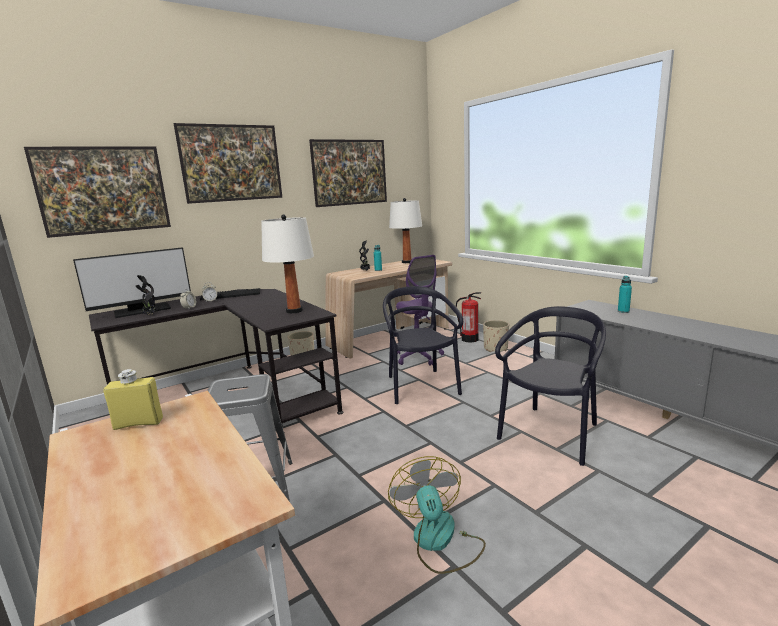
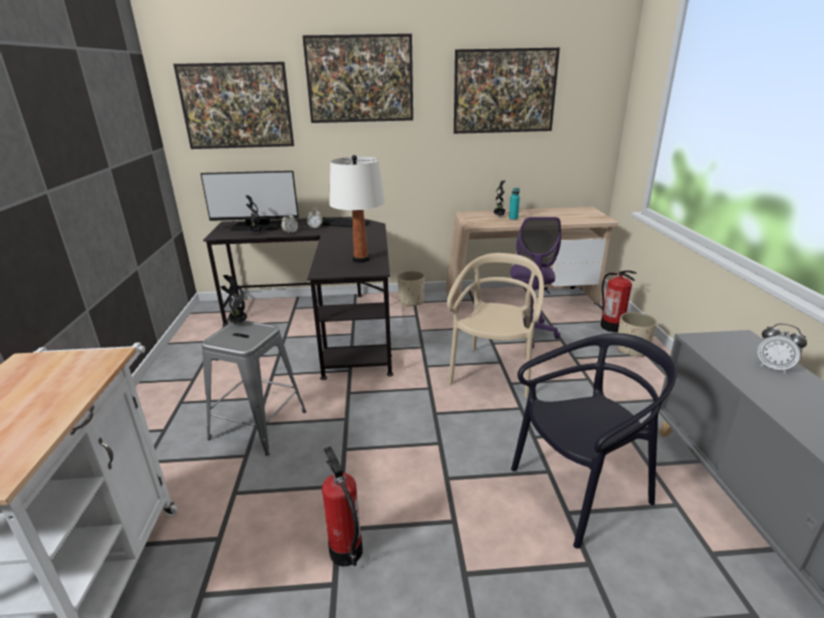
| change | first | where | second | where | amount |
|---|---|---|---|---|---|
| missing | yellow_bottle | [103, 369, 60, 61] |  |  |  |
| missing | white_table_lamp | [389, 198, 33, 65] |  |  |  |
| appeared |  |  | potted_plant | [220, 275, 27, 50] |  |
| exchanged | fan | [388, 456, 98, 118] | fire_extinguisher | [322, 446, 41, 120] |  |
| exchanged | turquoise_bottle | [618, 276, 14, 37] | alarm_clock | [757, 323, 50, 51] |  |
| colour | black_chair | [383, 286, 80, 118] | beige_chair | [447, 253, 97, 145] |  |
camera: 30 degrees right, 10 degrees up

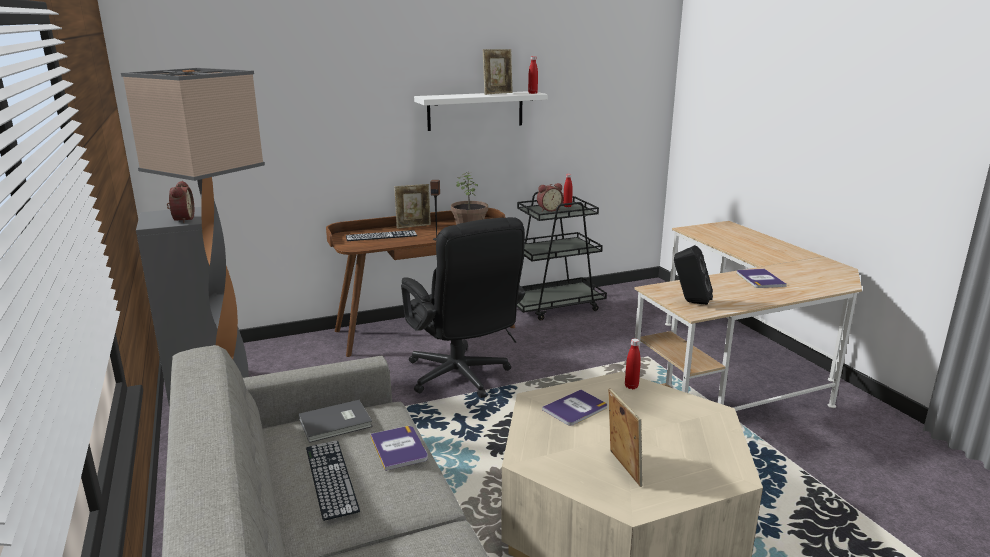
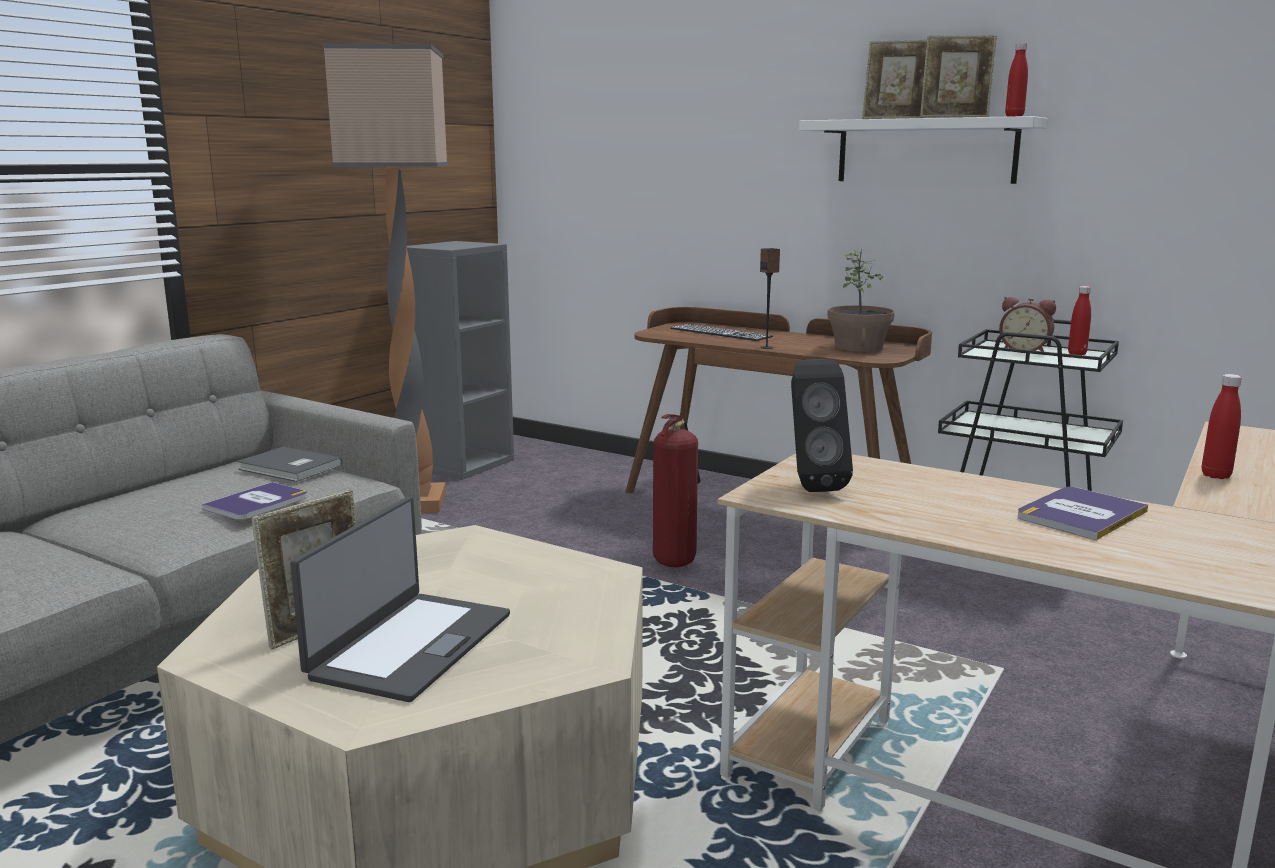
| change | first | where | second | where | amount |
|---|---|---|---|---|---|
| missing | alarm_clock | [167, 181, 27, 42] |  |  |  |
| missing | keyboard | [306, 441, 54, 80] |  |  |  |
| missing | book | [542, 390, 65, 36] |  |  |  |
| appeared |  |  | laptop | [290, 497, 220, 205] |  |
| relocated | picture_frame | [394, 184, 37, 45] |  | [862, 40, 65, 79] |  |
| relocated | red_bottle | [625, 339, 16, 50] |  | [1202, 374, 40, 105] |  |
| exchanged | black_office_chair | [401, 217, 124, 181] | fire_extinguisher | [653, 414, 47, 153] |  |
camera: 55 degrees right, 5 degrees down

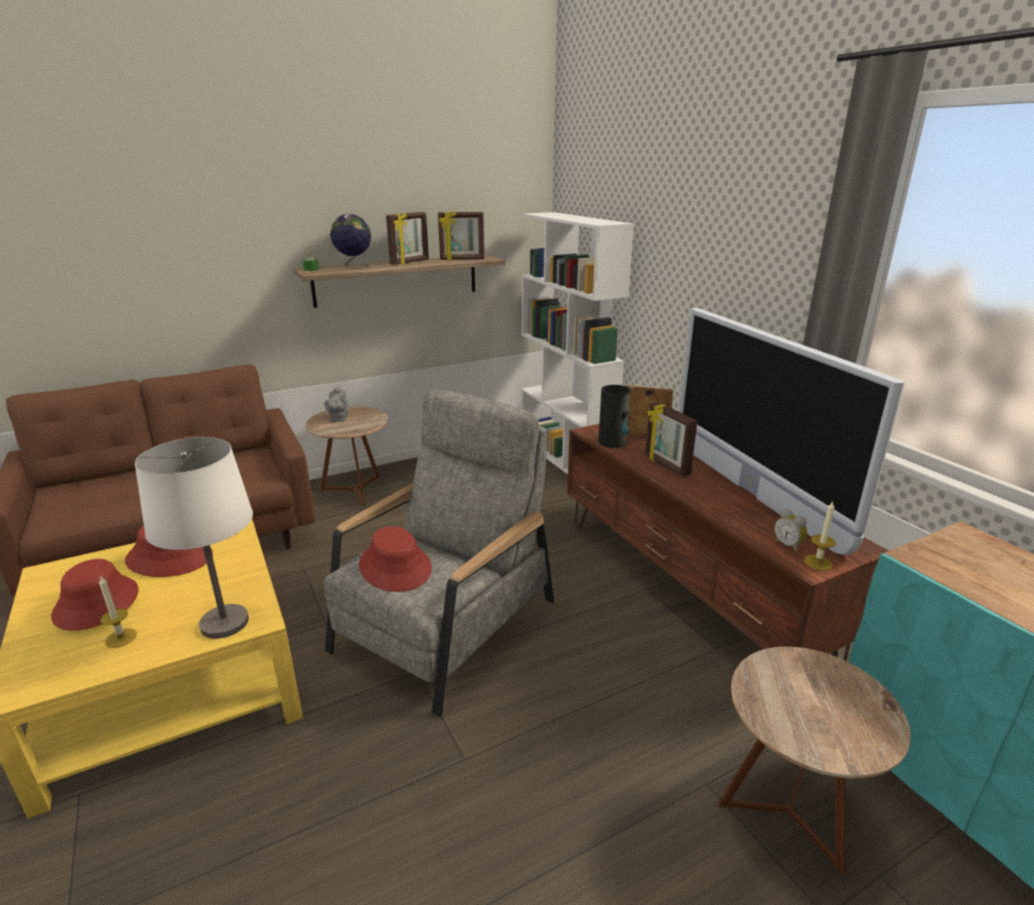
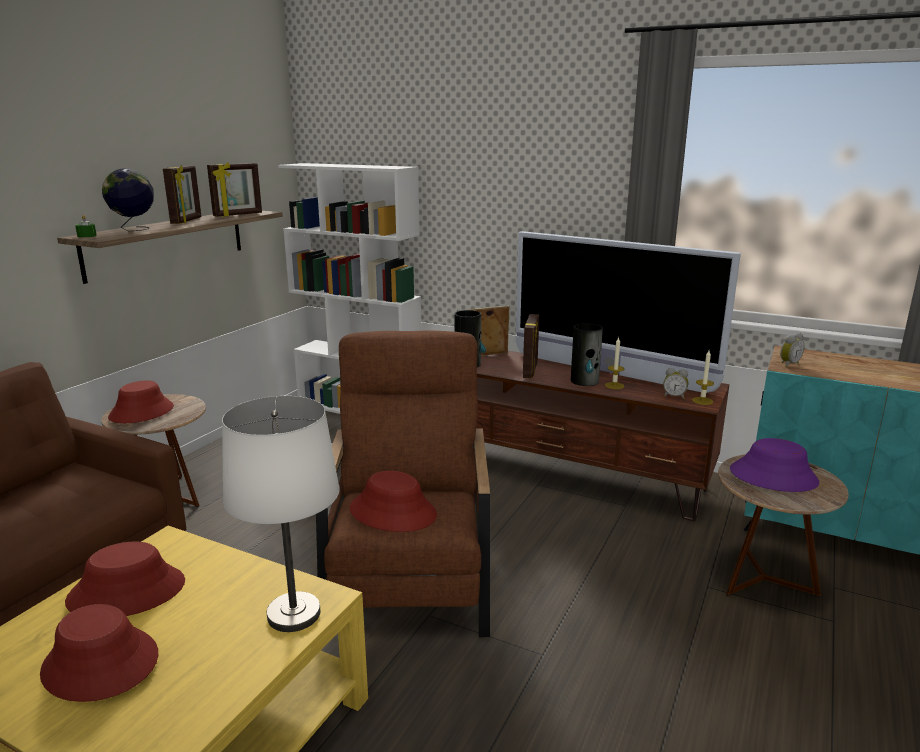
| change | first | where | second | where | amount |
|---|---|---|---|---|---|
| appeared |  |  | vase | [571, 323, 32, 63] |  |
| appeared |  |  | purple_hat | [730, 438, 90, 54] |  |
| appeared |  |  | alarm_clock | [780, 333, 25, 34] |  |
| relocated | candle | [99, 577, 38, 71] |  | [605, 337, 19, 52] |  |
| exchanged | grey_teapot | [324, 386, 25, 36] | red_hat | [108, 380, 66, 43] |  |
| colour | grey_armchair | [323, 390, 231, 327] | brown_armchair | [316, 330, 174, 307] |  |
| spun | picture_frame | [645, 402, 52, 75] |  | [523, 314, 16, 64] | 105 degrees counterclockwise |
camera: 35 degrees left, 5 degrees down

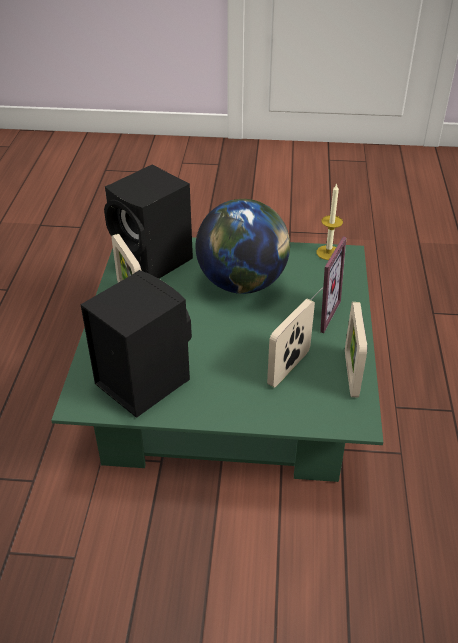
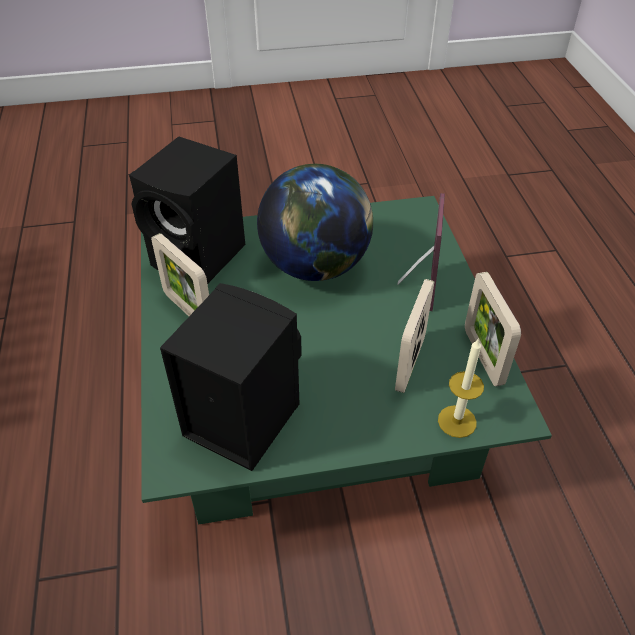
| change | first | where | second | where | amount |
|---|---|---|---|---|---|
| relocated | candle | [316, 183, 27, 77] |  | [438, 338, 46, 100] |  |
camera: 15 degrees left, 5 degrees up

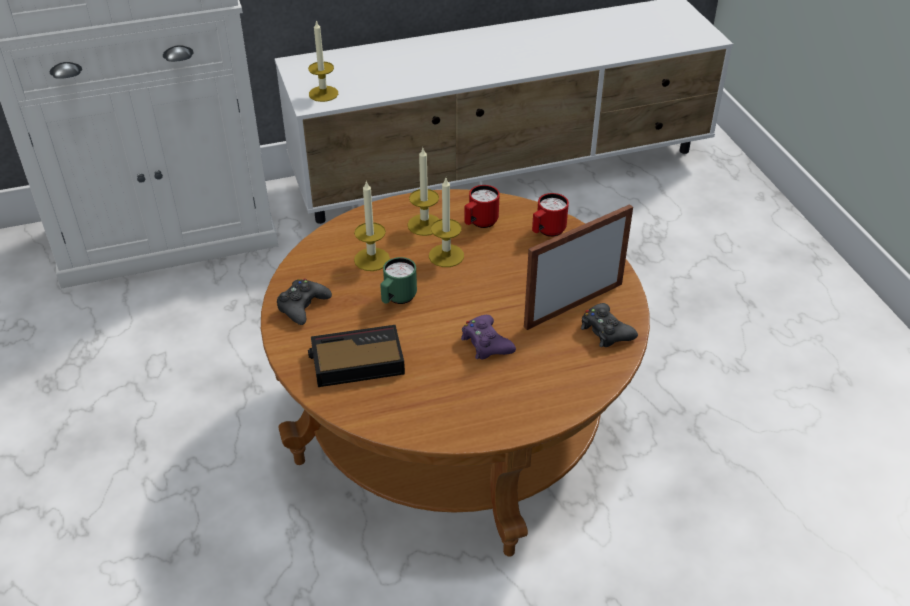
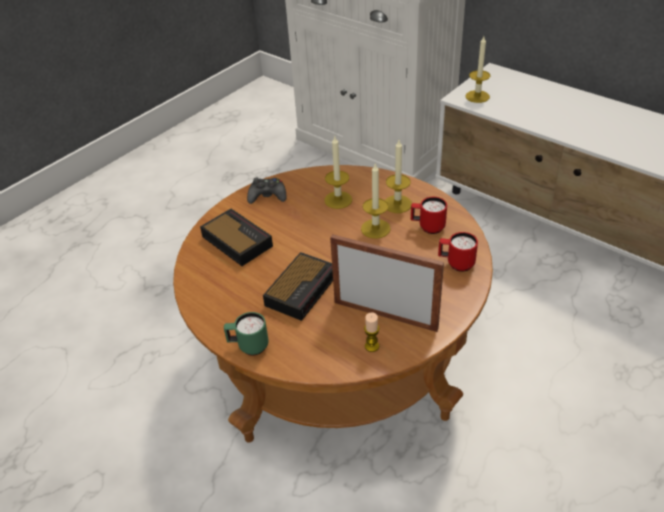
| change | first | where | second | where | amount |
|---|---|---|---|---|---|
| relocated | green_mug | [380, 257, 37, 47] |  | [224, 312, 45, 44] |  |
| exchanged | purple_game_controller | [461, 315, 55, 45] | alarm_clock | [263, 252, 70, 69] |  |
| exchanged | black_game_controller | [581, 303, 57, 44] | candle | [364, 312, 15, 40] |  |
camera: 60 degrees right, 0 degrees up

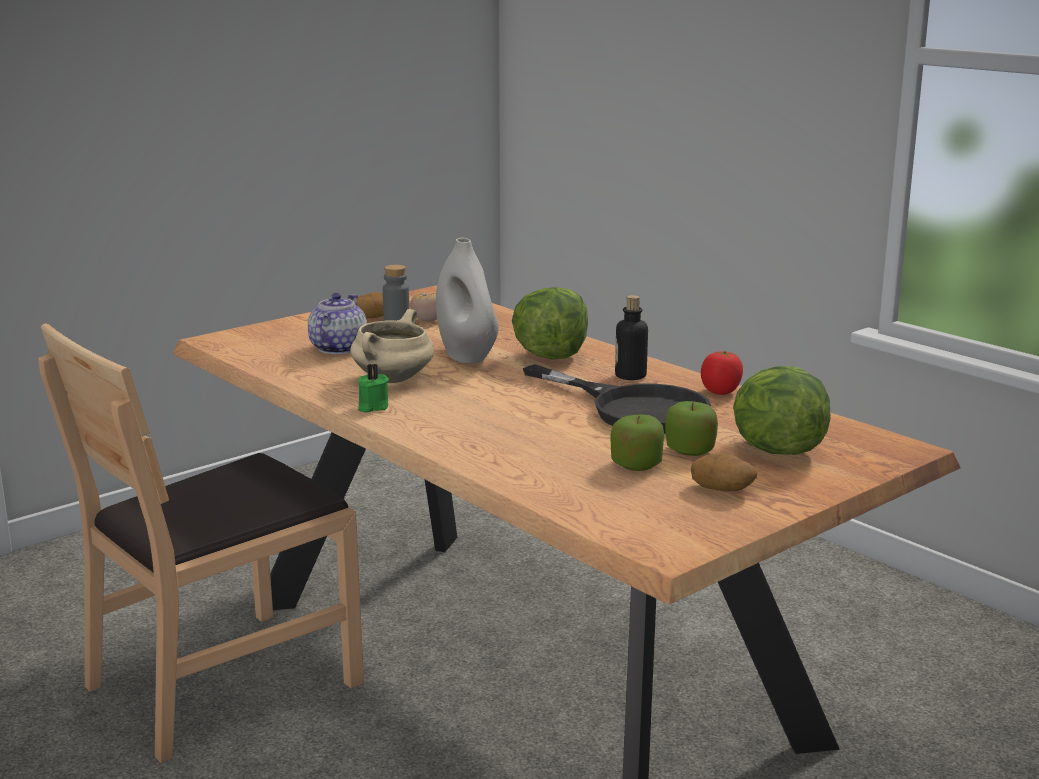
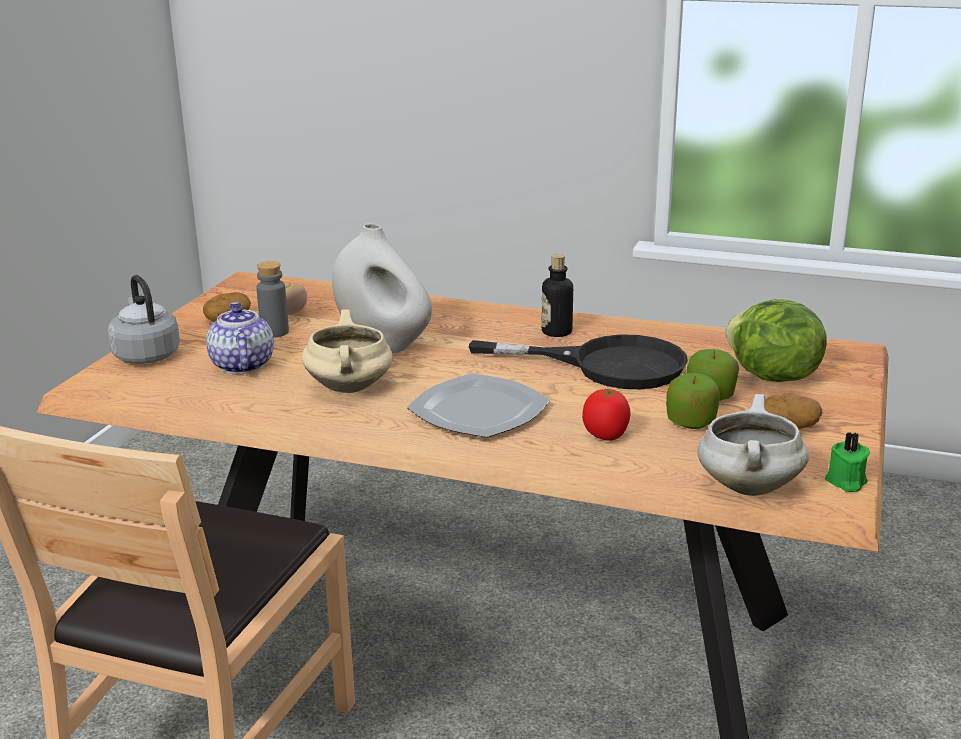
| change | first | where | second | where | amount |
|---|---|---|---|---|---|
| missing | lettuce | [512, 287, 76, 73] |  |  |  |
| appeared |  |  | grey_kettle | [108, 275, 72, 89] |  |
| appeared |  |  | plate | [407, 373, 143, 65] |  |
| appeared |  |  | white_cooking_pot | [697, 394, 112, 102] |  |
| relocated | green_candle | [358, 364, 31, 49] |  | [825, 432, 45, 60] |  |
| relocated | tomato | [701, 351, 42, 44] |  | [582, 389, 49, 52] |  |
camera: 30 degrees left, 5 degrees up

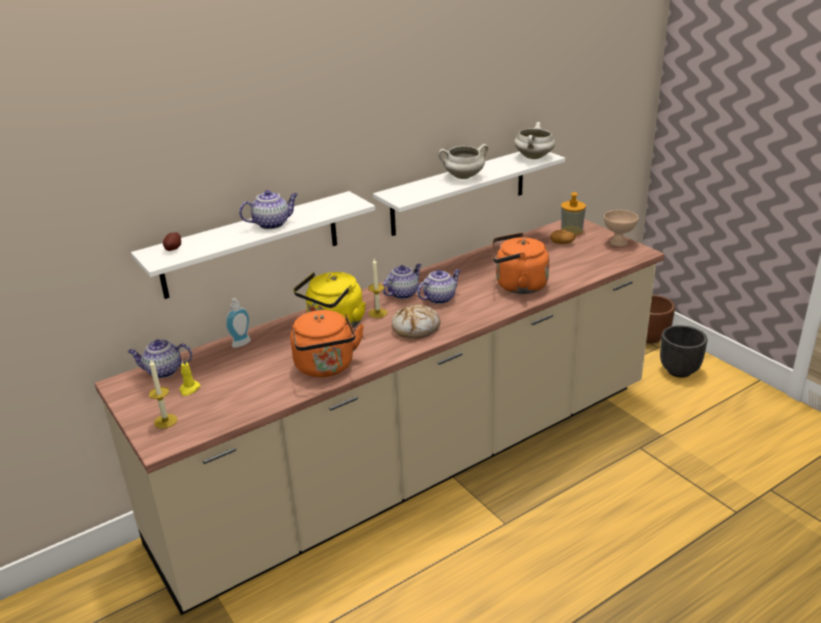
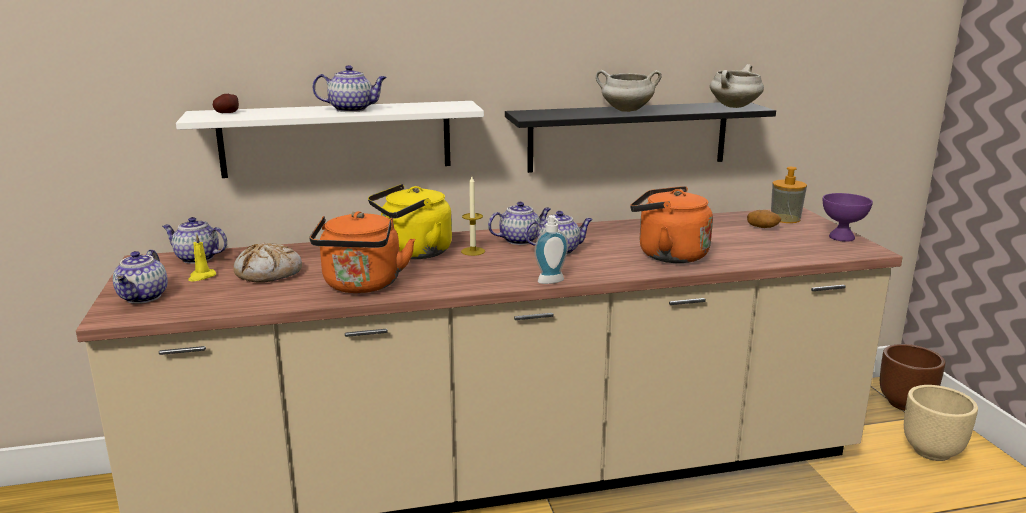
| change | first | where | second | where | amount |
|---|---|---|---|---|---|
| relocated | soap_dispenser | [225, 298, 26, 50] |  | [534, 215, 34, 69] |  |
| relocated | bread | [392, 304, 49, 34] |  | [233, 242, 69, 40] |  |
| exchanged | candle | [149, 360, 28, 69] | teapot | [113, 250, 55, 54] |  |
| colour | white_shelf | [373, 152, 192, 84] | black_shelf | [505, 102, 271, 71] |  |
| colour | beige_bowl | [604, 210, 35, 37] | purple_bowl | [823, 193, 50, 49] |  |
| colour | black_planter | [660, 325, 47, 53] | beige_planter | [904, 385, 74, 76] |  |
camera: 20 degrees right, 10 degrees down

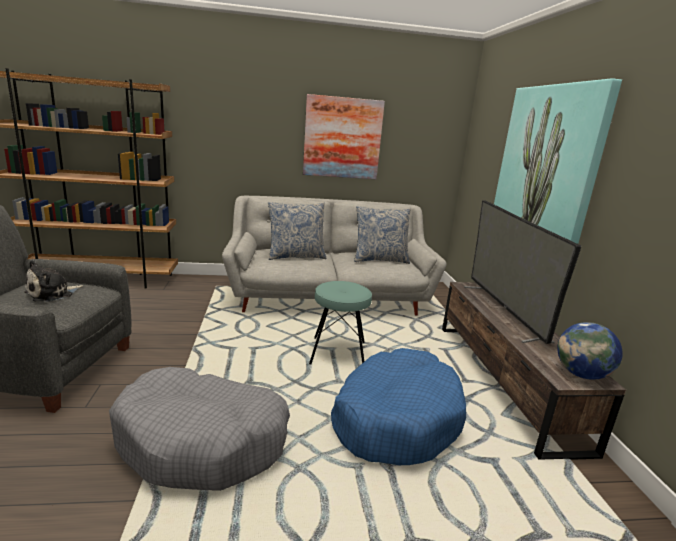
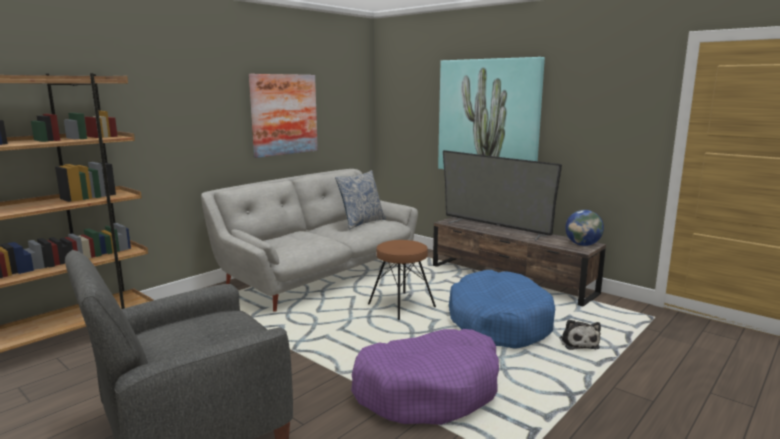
| change | first | where | second | where | amount |
|---|---|---|---|---|---|
| missing | pillow | [268, 202, 59, 58] |  |  |  |
| relocated | plush_toy | [24, 260, 59, 42] |  | [559, 320, 42, 30] |  |
| colour | grey_dog_bed | [109, 367, 181, 124] | purple_dog_bed | [351, 329, 148, 96] |  |
| colour | turquoise_stool | [309, 281, 63, 83] | brown_stool | [368, 240, 68, 80] |  |
camera: 40 degrees left, 5 degrees down

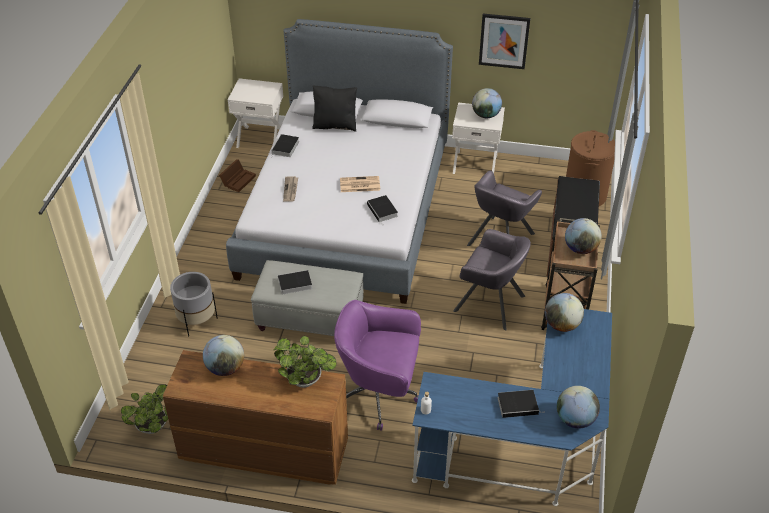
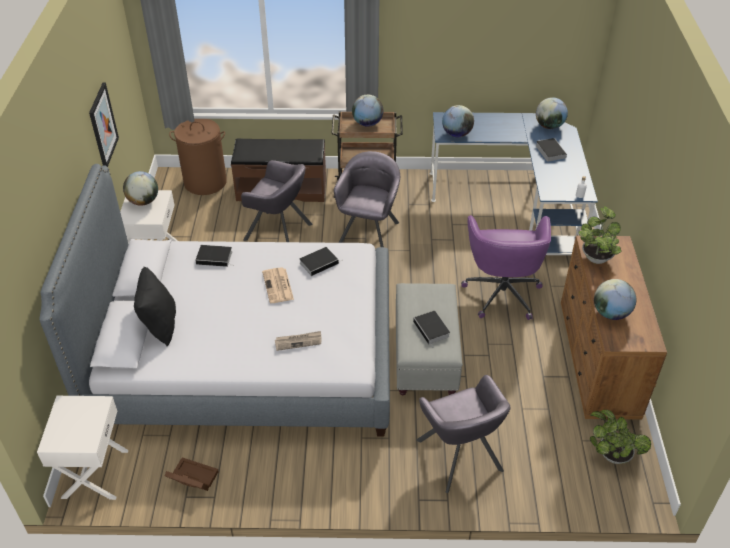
| change | first | where | second | where | amount |
|---|---|---|---|---|---|
| relocated | book | [271, 134, 28, 23] |  | [195, 245, 38, 22] |  |
| exchanged | grey_planter | [170, 272, 48, 65] | grey_armchair | [416, 375, 95, 118] |  |
camera: 100 degrees left, 0 degrees up

